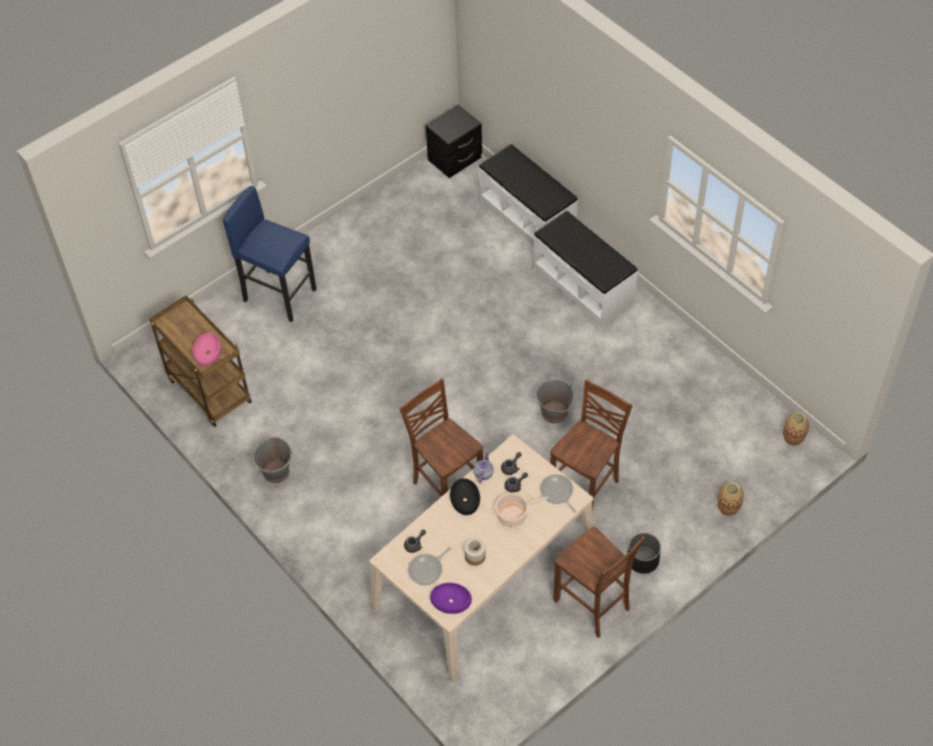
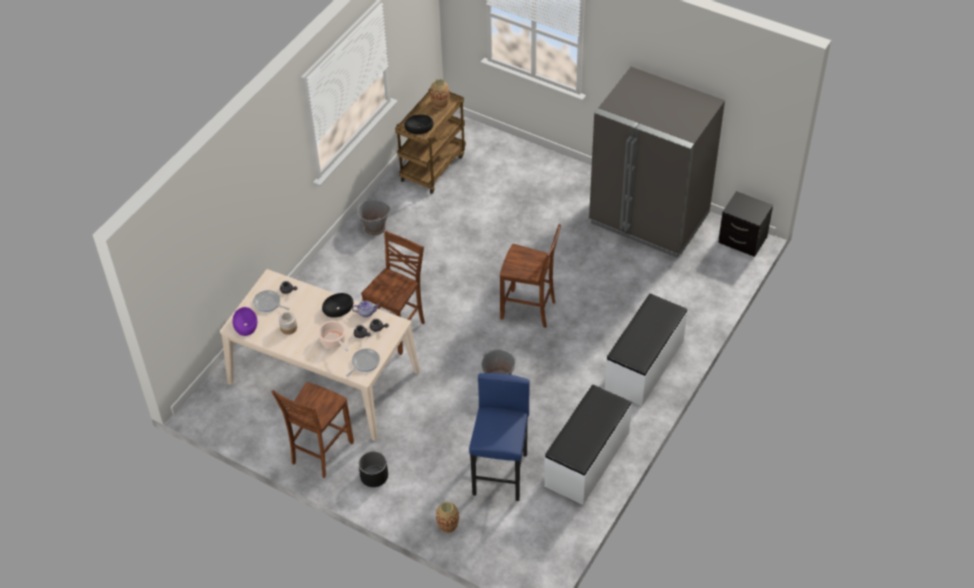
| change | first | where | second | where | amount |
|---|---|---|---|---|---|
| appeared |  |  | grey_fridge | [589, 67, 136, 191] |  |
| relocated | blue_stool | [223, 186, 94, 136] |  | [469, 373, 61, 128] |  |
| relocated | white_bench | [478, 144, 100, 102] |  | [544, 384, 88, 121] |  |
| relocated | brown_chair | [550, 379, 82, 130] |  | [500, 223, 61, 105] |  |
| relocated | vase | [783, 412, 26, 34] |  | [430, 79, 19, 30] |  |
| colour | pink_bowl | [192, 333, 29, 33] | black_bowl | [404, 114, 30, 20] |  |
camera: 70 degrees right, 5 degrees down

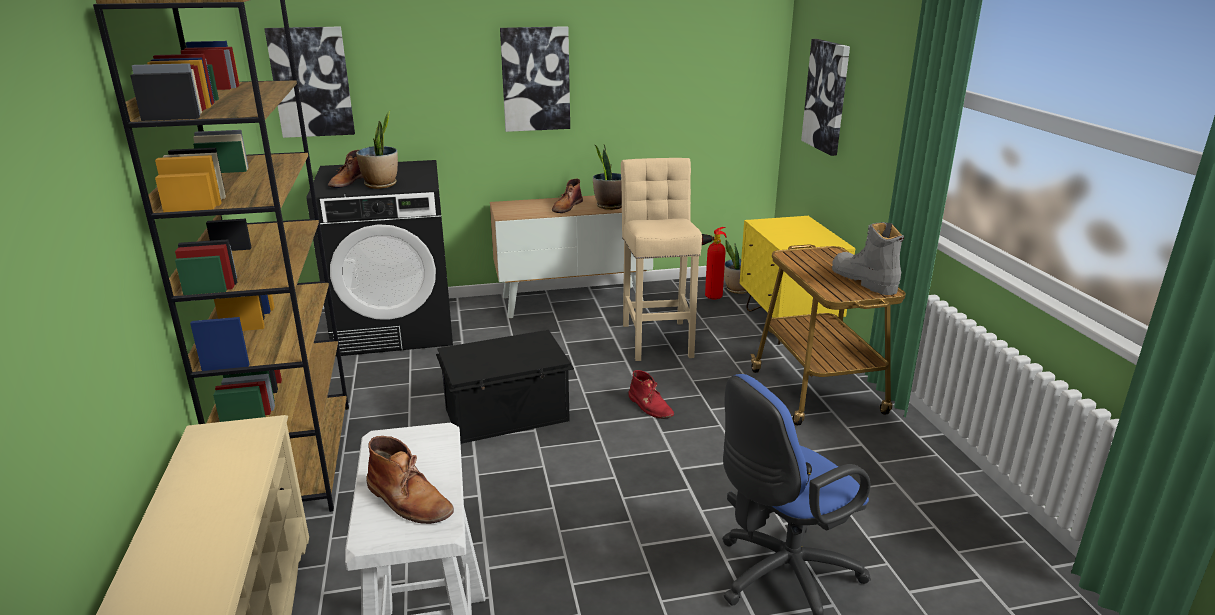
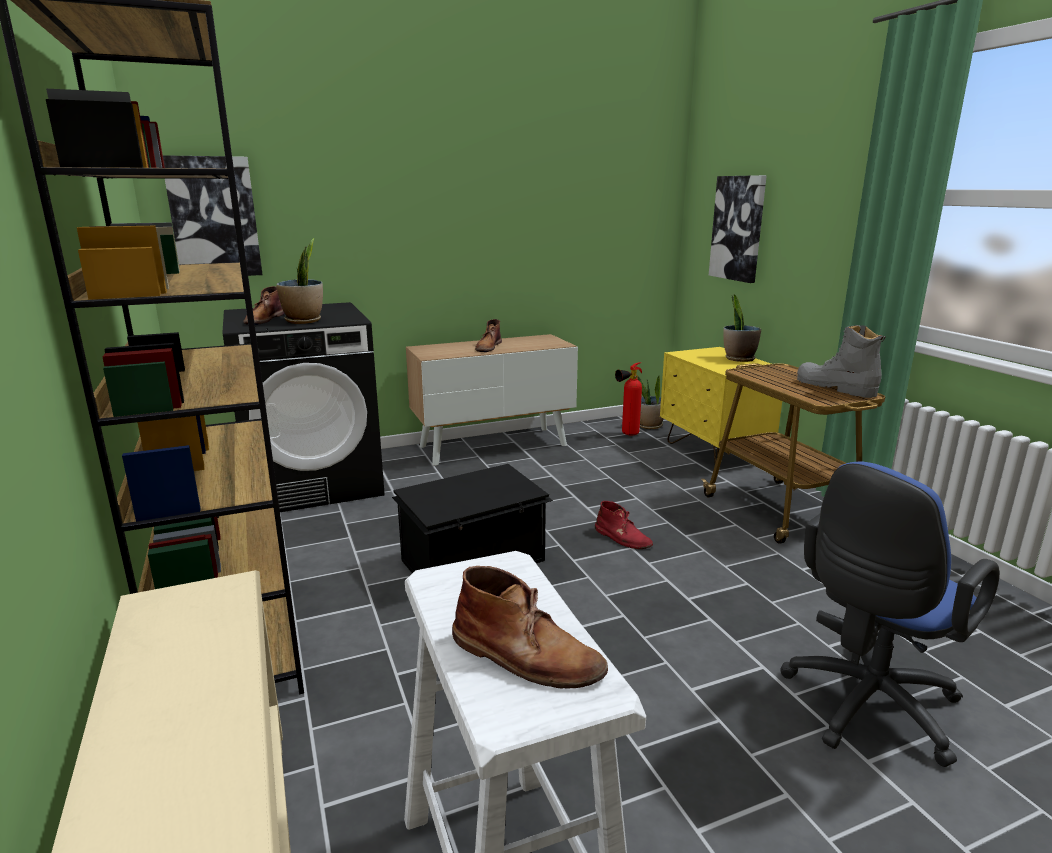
| change | first | where | second | where | amount |
|---|---|---|---|---|---|
| missing | picture | [500, 26, 70, 106] |  |  |  |
| missing | beige_stool | [621, 158, 81, 203] |  |  |  |
| relocated | potted_plant | [593, 144, 29, 66] |  | [723, 294, 38, 68] |  |
camera: 10 degrees left, 5 degrees down

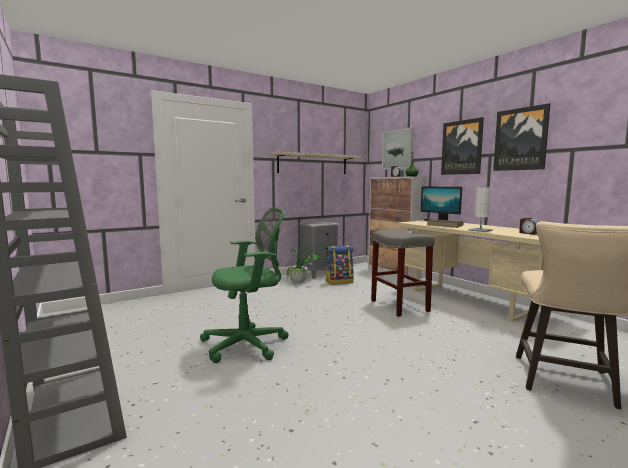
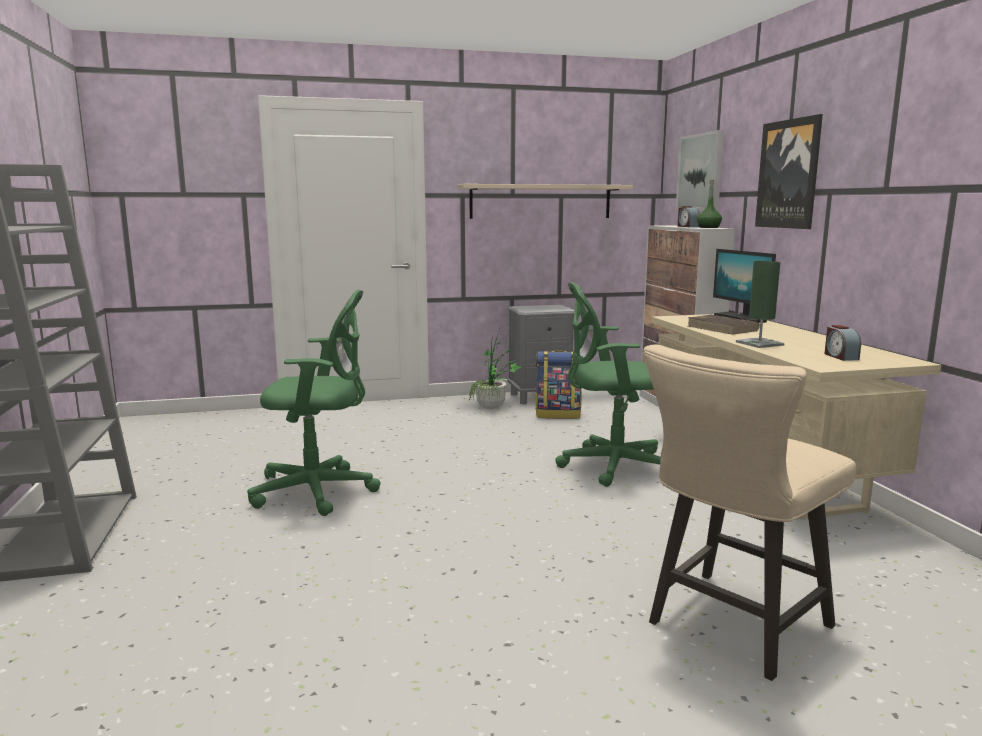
| change | first | where | second | where | amount |
|---|---|---|---|---|---|
| missing | picture | [493, 103, 57, 68] |  |  |  |
| exchanged | grey_stool | [371, 229, 63, 88] | green_office_chair | [555, 282, 106, 205] |  |
| colour | white_table_lamp | [468, 187, 25, 45] | green_table_lamp | [736, 261, 49, 87] |  |
camera: 20 degrees right, 5 degrees up

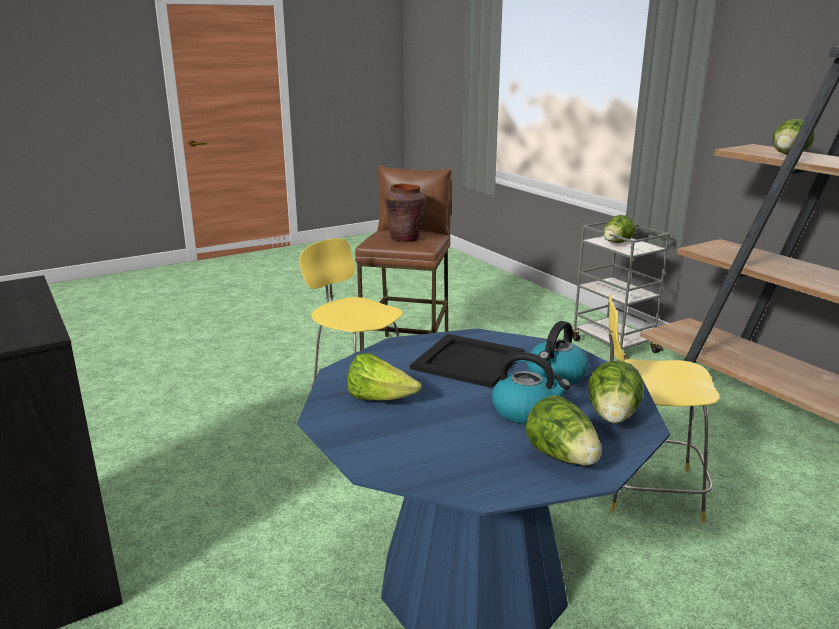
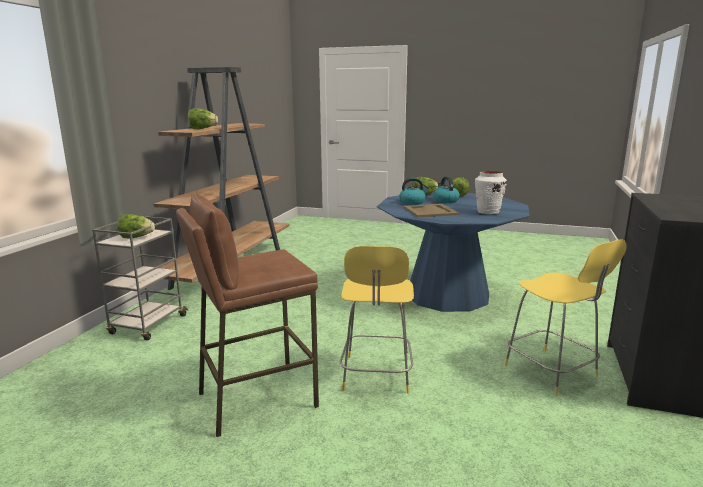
| change | first | where | second | where | amount |
|---|---|---|---|---|---|
| missing | brown_vase | [385, 184, 40, 58] |  |  |  |
| relocated | yellow_stool | [609, 294, 111, 229] |  | [504, 239, 123, 157] |  |
| exchanged | lettuce | [348, 353, 74, 48] | white_vase | [475, 171, 32, 43] |  |
| colour | black_tray | [410, 334, 114, 54] | beige_tray | [404, 204, 55, 13] |  |
camera: 130 degrees left, 5 degrees down

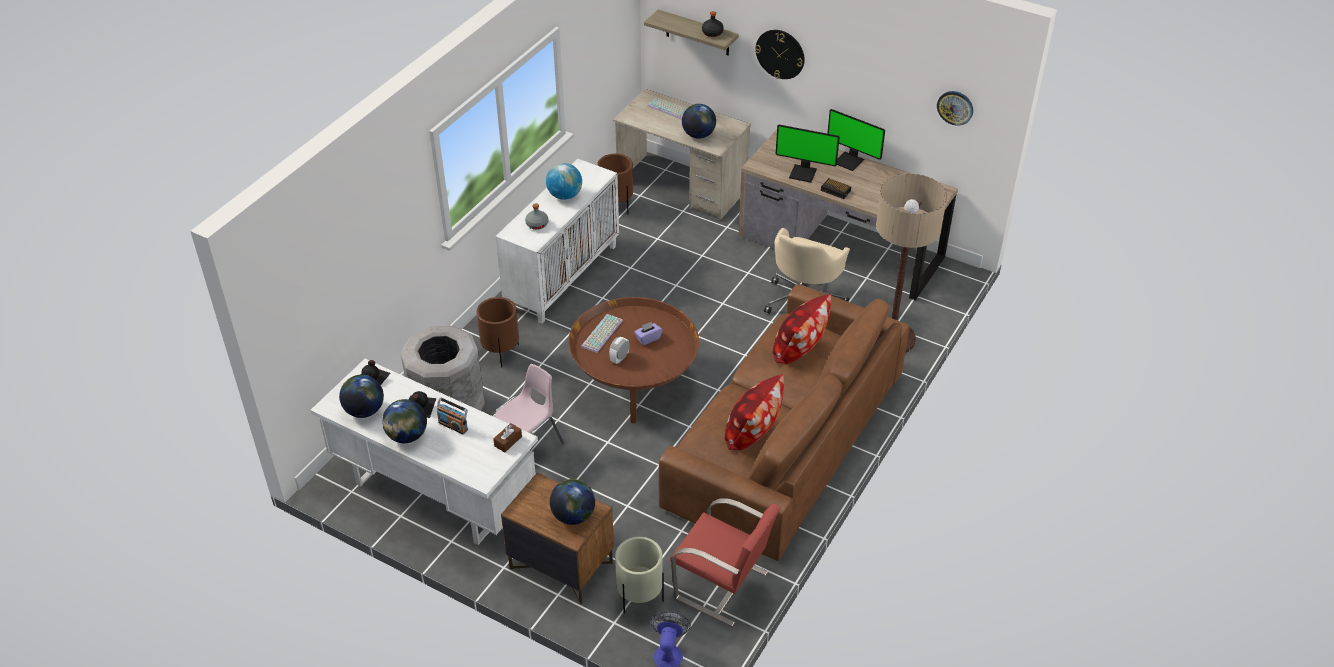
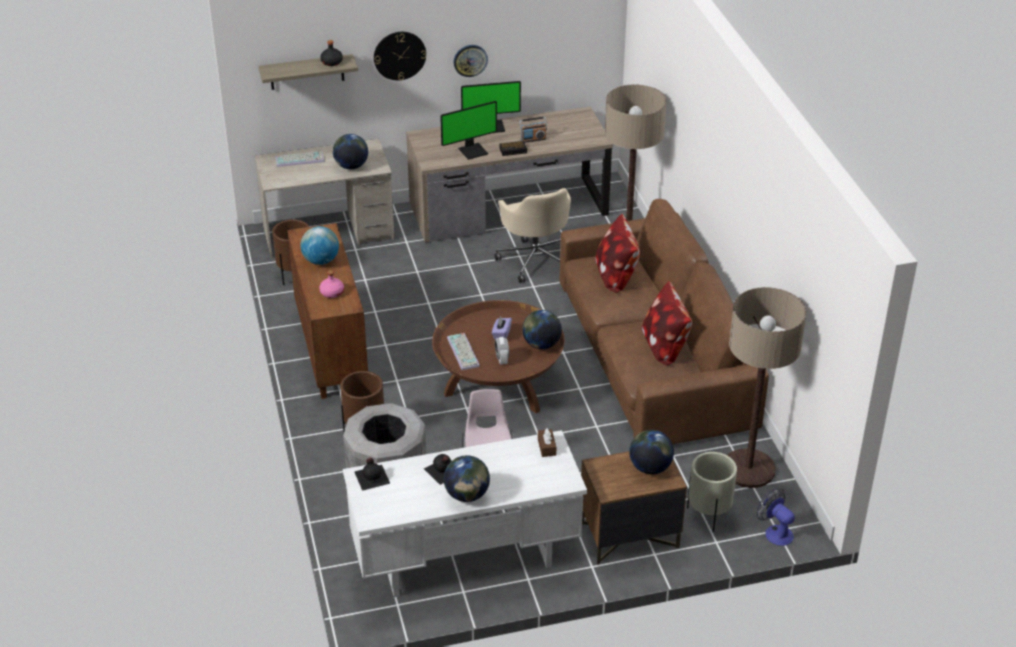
| change | first | where | second | where | amount |
|---|---|---|---|---|---|
| relocated | globe | [339, 375, 45, 43] |  | [522, 310, 40, 39] |  |
| relocated | radio | [437, 398, 31, 36] |  | [519, 117, 28, 26] |  |
| relocated | wall_clock | [937, 91, 36, 35] |  | [453, 45, 35, 32] |  |
| exchanged | red_chair | [670, 498, 111, 129] | floor_lamp | [727, 287, 80, 201] |  |
| colour | white_cabinet | [495, 159, 124, 165] | brown_cabinet | [287, 223, 81, 176] |  |
| colour | grey_bottle | [525, 203, 23, 27] | pink_bottle | [319, 270, 25, 28] |  |
camera: 45 degrees left, 5 degrees down

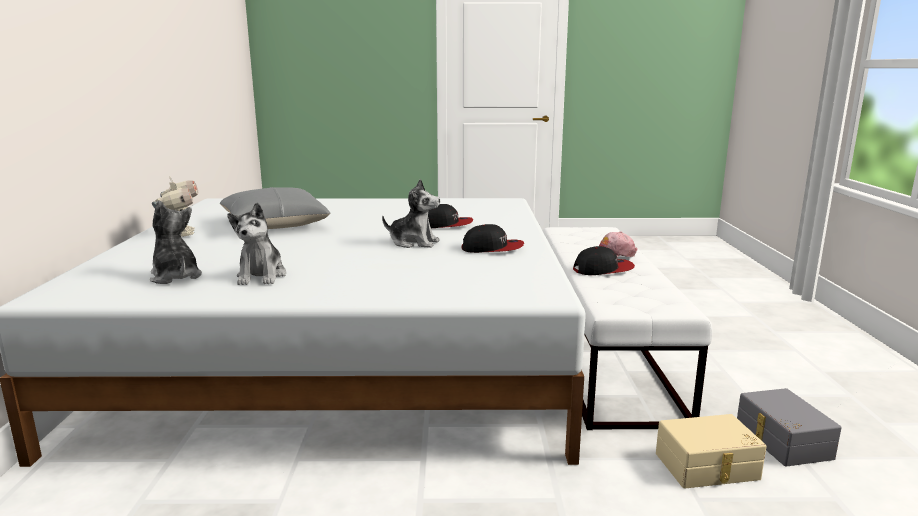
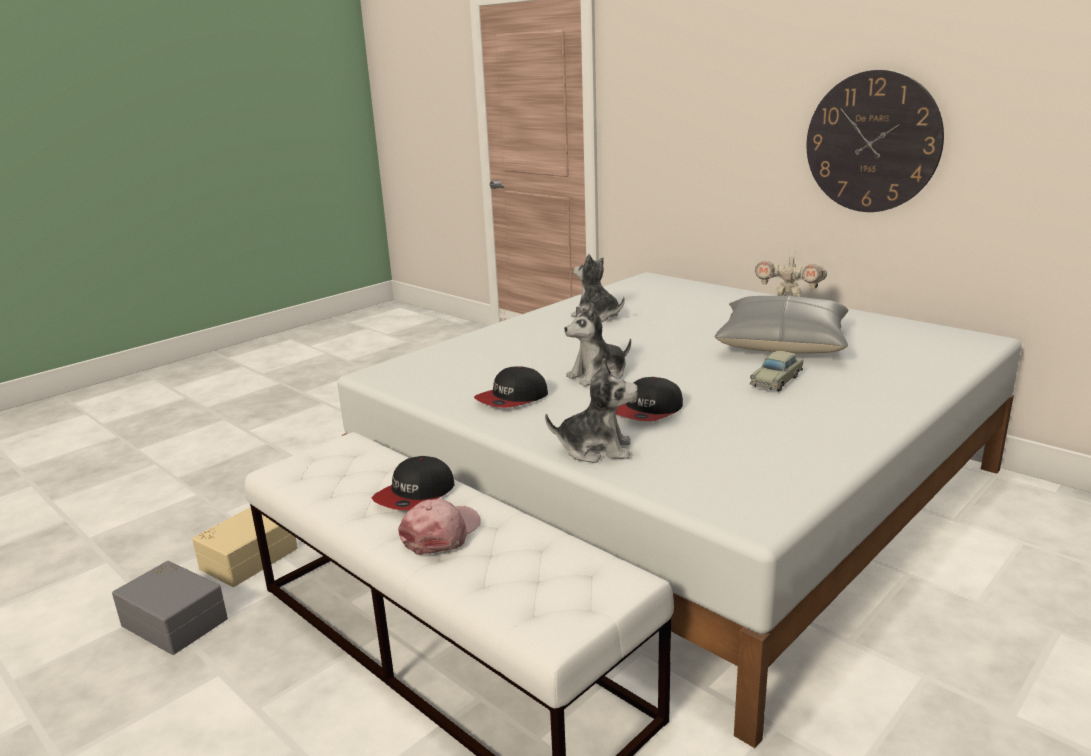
| change | first | where | second | where | amount |
|---|---|---|---|---|---|
| appeared |  |  | beige_toy_car | [750, 351, 53, 40] |  |
| appeared |  |  | wall_clock | [807, 70, 137, 142] |  |
| relocated | plush_toy | [150, 201, 52, 83] |  | [545, 358, 93, 105] |  |
camera: 135 degrees right, 5 degrees up

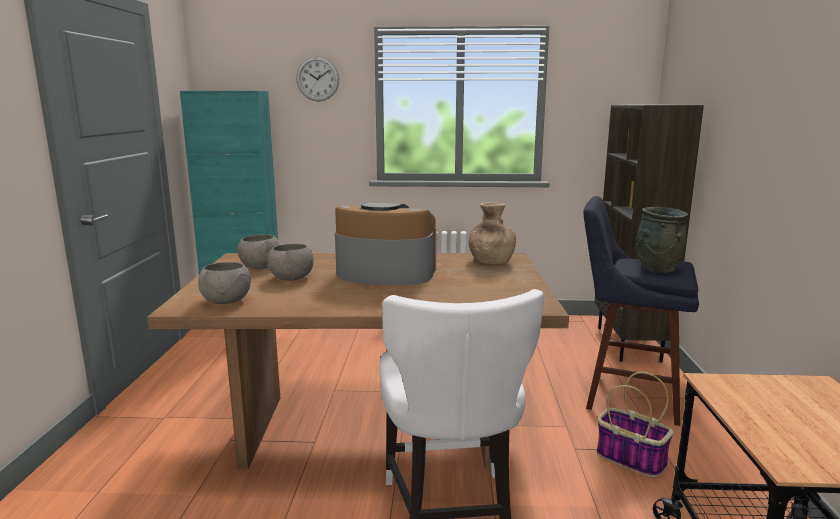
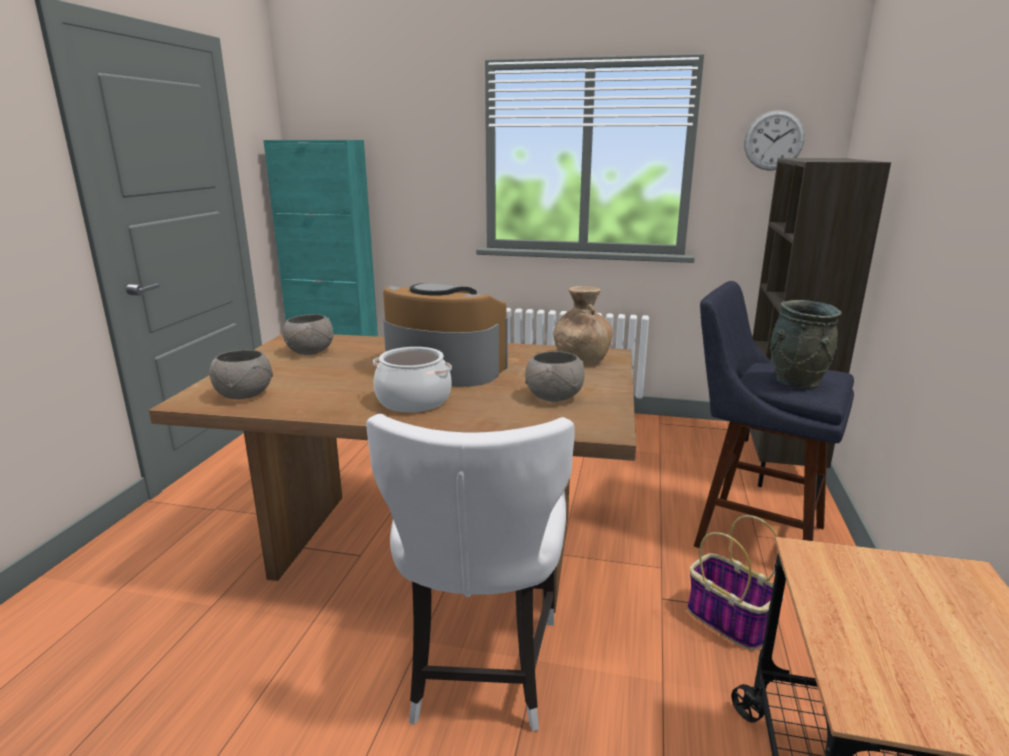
| change | first | where | second | where | amount |
|---|---|---|---|---|---|
| appeared |  |  | cooking_pot | [373, 347, 79, 65] |  |
| relocated | grey_bowl | [267, 244, 47, 37] |  | [525, 351, 60, 51] |  |
| relocated | wall_clock | [296, 56, 43, 46] |  | [744, 110, 61, 61] |  |
camera: 10 degrees right, 5 degrees up

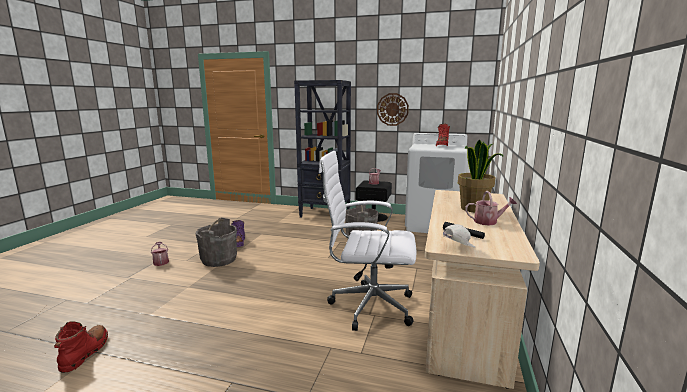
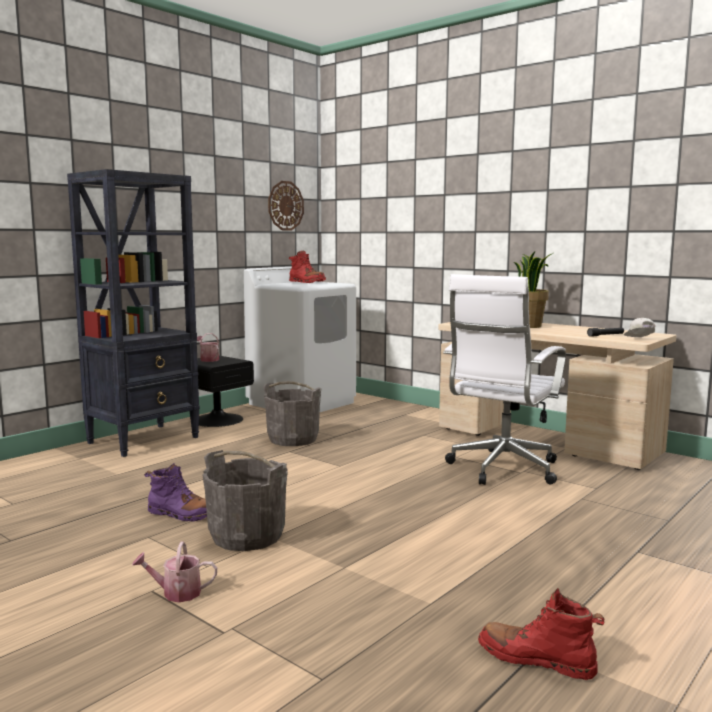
| change | first | where | second | where | amount |
|---|---|---|---|---|---|
| missing | watering_can | [465, 191, 52, 34] |  |  |  |
| relocated | wall_clock | [377, 93, 32, 33] |  | [268, 181, 36, 50] |  |
camera: 65 degrees left, 5 degrees down

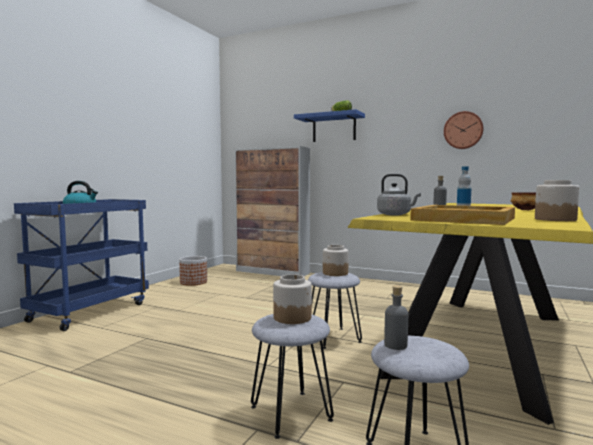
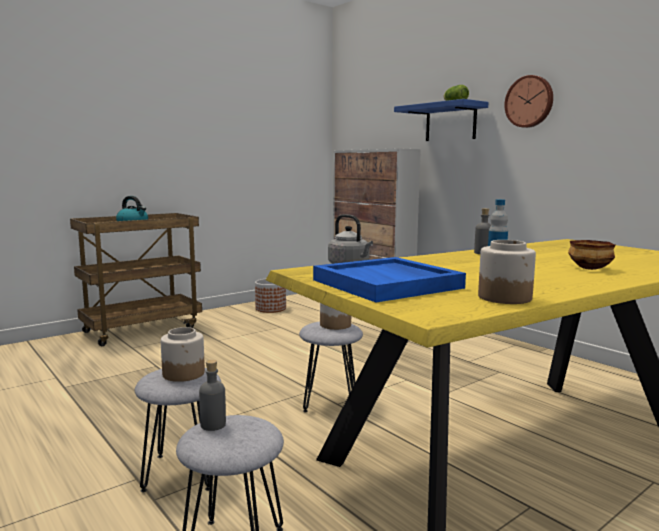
| change | first | where | second | where | amount |
|---|---|---|---|---|---|
| relocated | wall_clock | [444, 111, 39, 38] |  | [504, 75, 49, 53] |  |
| colour | blue_cart | [14, 199, 135, 132] | brown_cart | [70, 213, 132, 133] |  |
| colour | beige_tray | [410, 205, 105, 20] | blue_tray | [313, 257, 153, 45] |  |
camera: 25 degrees right, 5 degrees up

